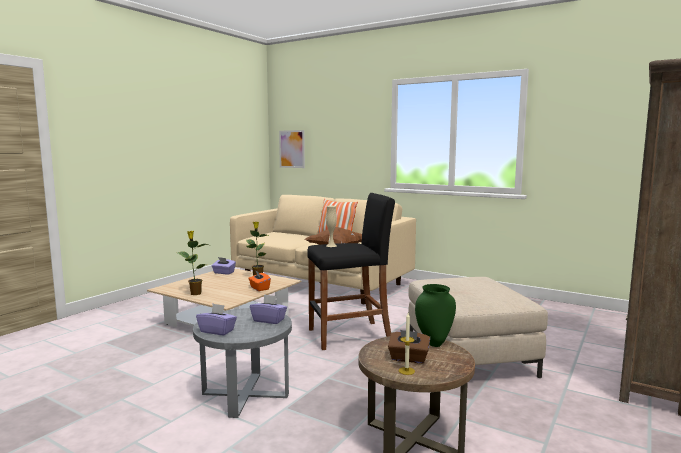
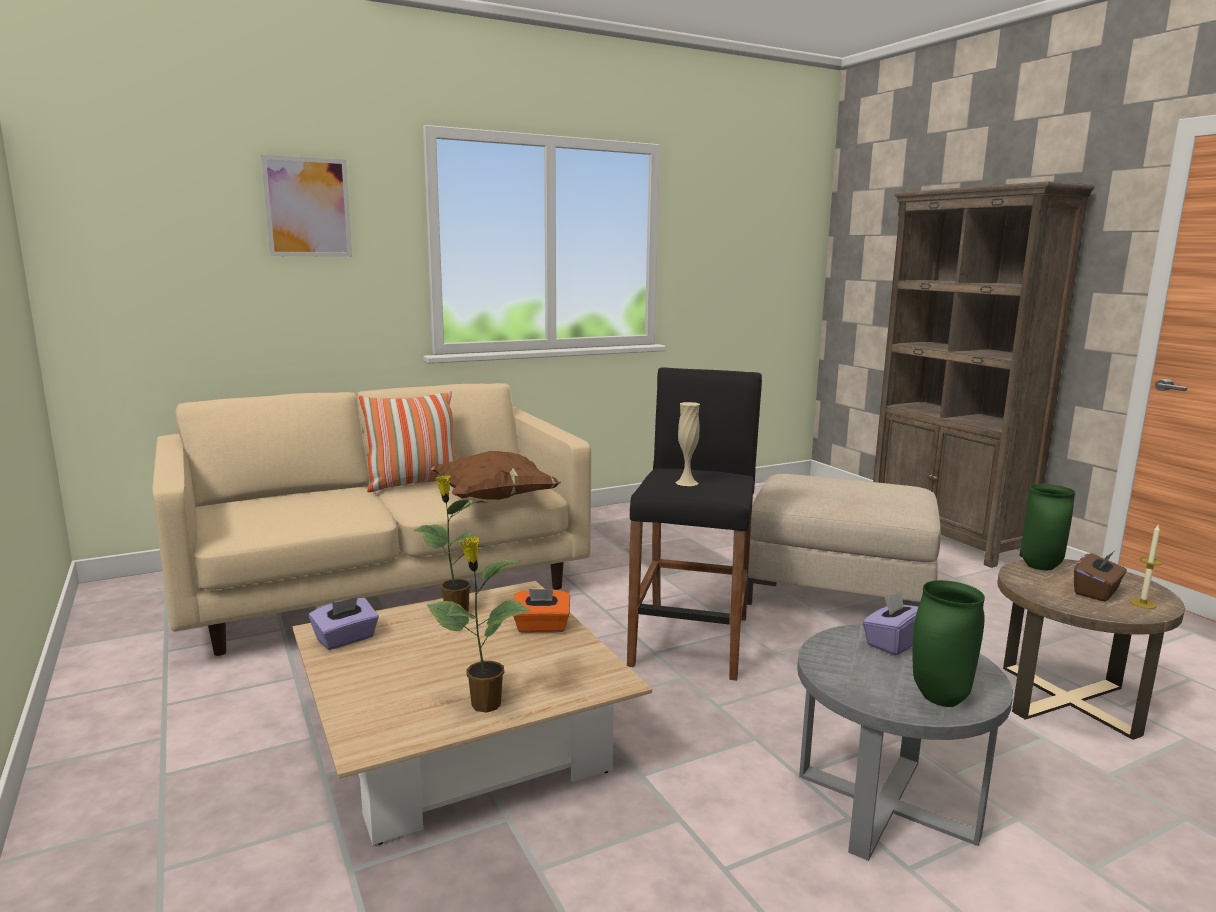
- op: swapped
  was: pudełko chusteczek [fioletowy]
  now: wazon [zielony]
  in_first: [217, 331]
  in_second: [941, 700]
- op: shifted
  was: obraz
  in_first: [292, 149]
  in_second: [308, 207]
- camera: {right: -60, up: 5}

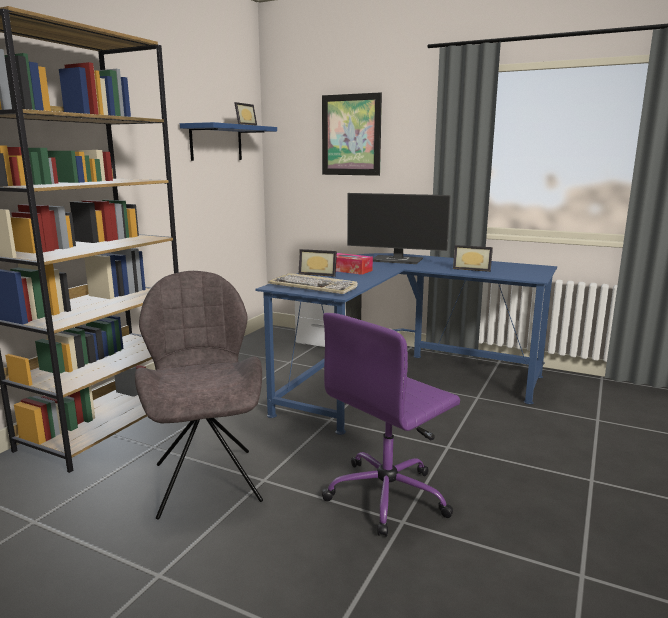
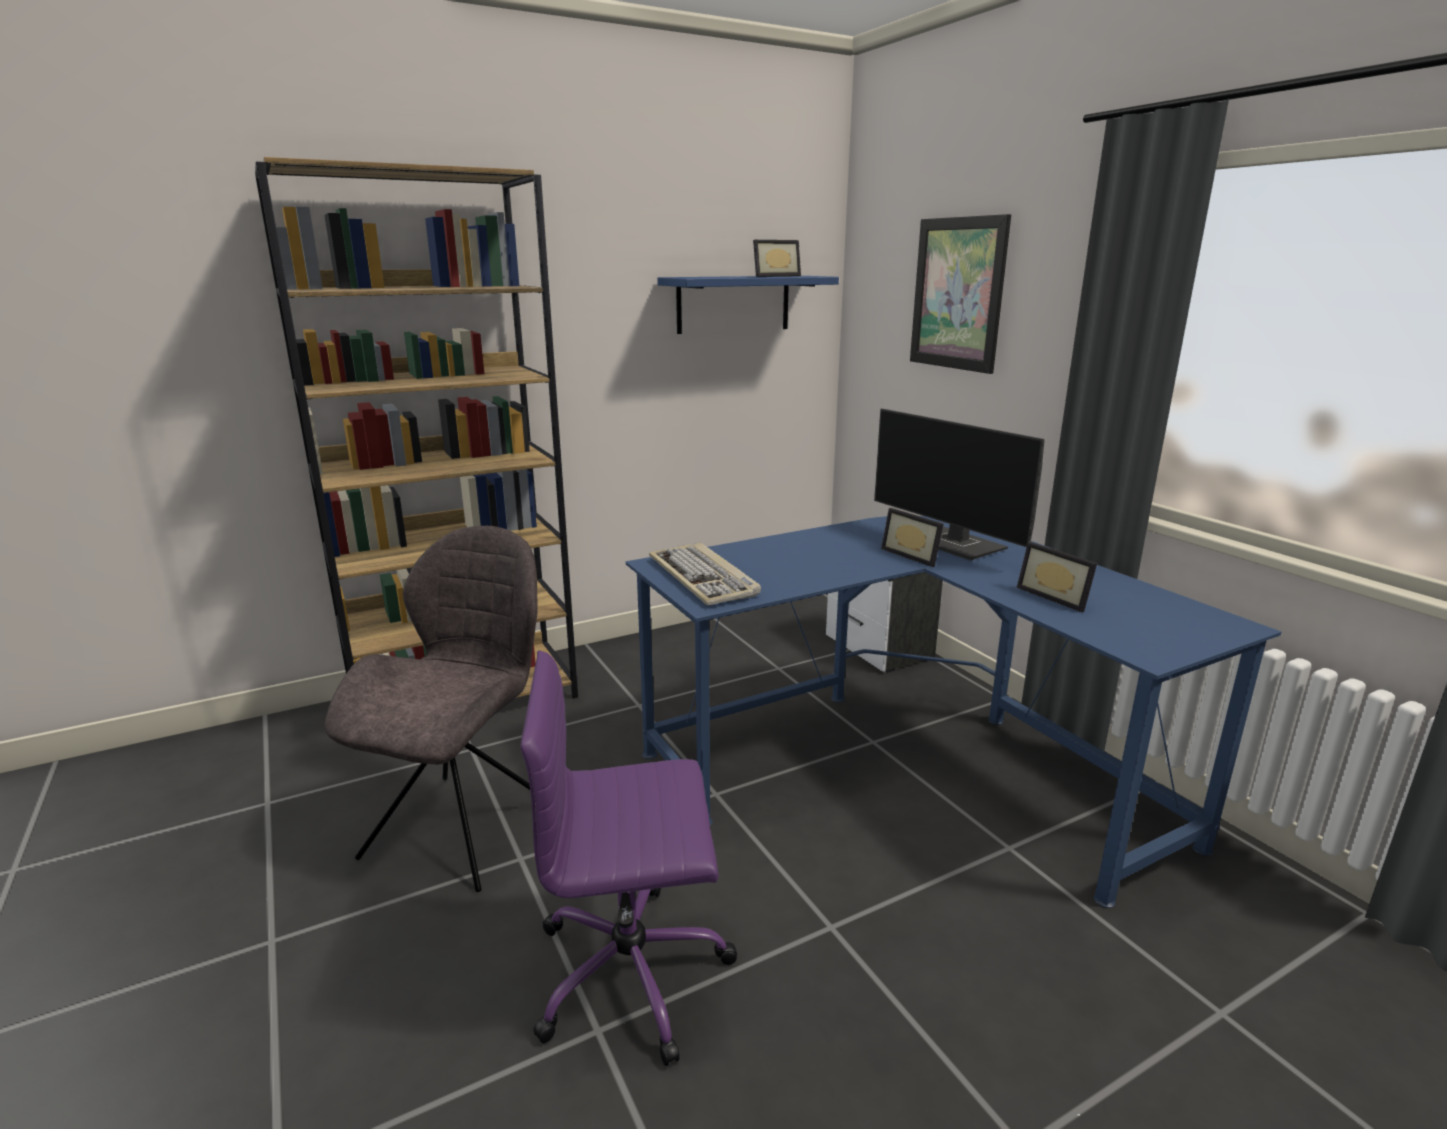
- op: shifted
  was: ramka na zdjęcie
  in_first: [318, 274]
  in_second: [914, 555]
- op: gone
  was: pudełko chusteczek
  in_first: [348, 270]
- camera: {right: 35, up: 5}

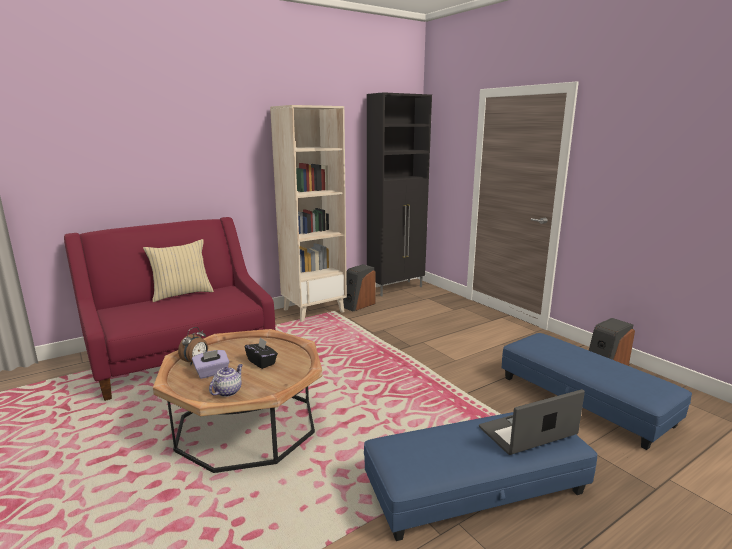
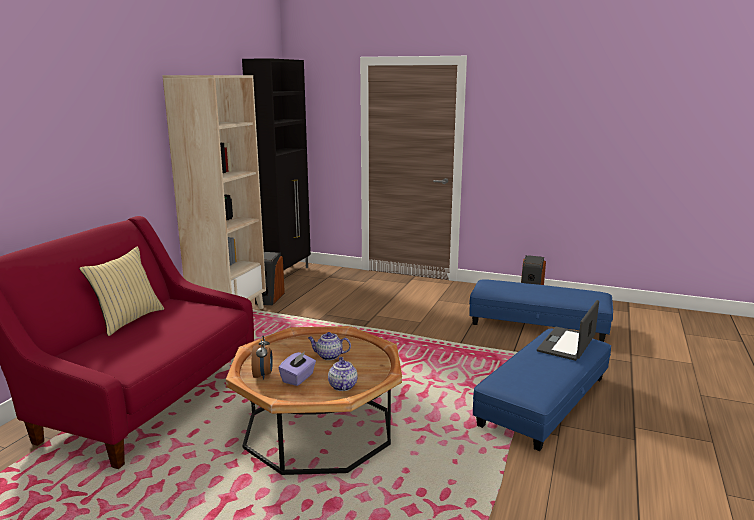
- op: swapped
  was: pudełko chusteczek [czarny]
  now: imbryk
  in_first: [262, 362]
  in_second: [328, 356]
- camera: {right: -35, up: 0}

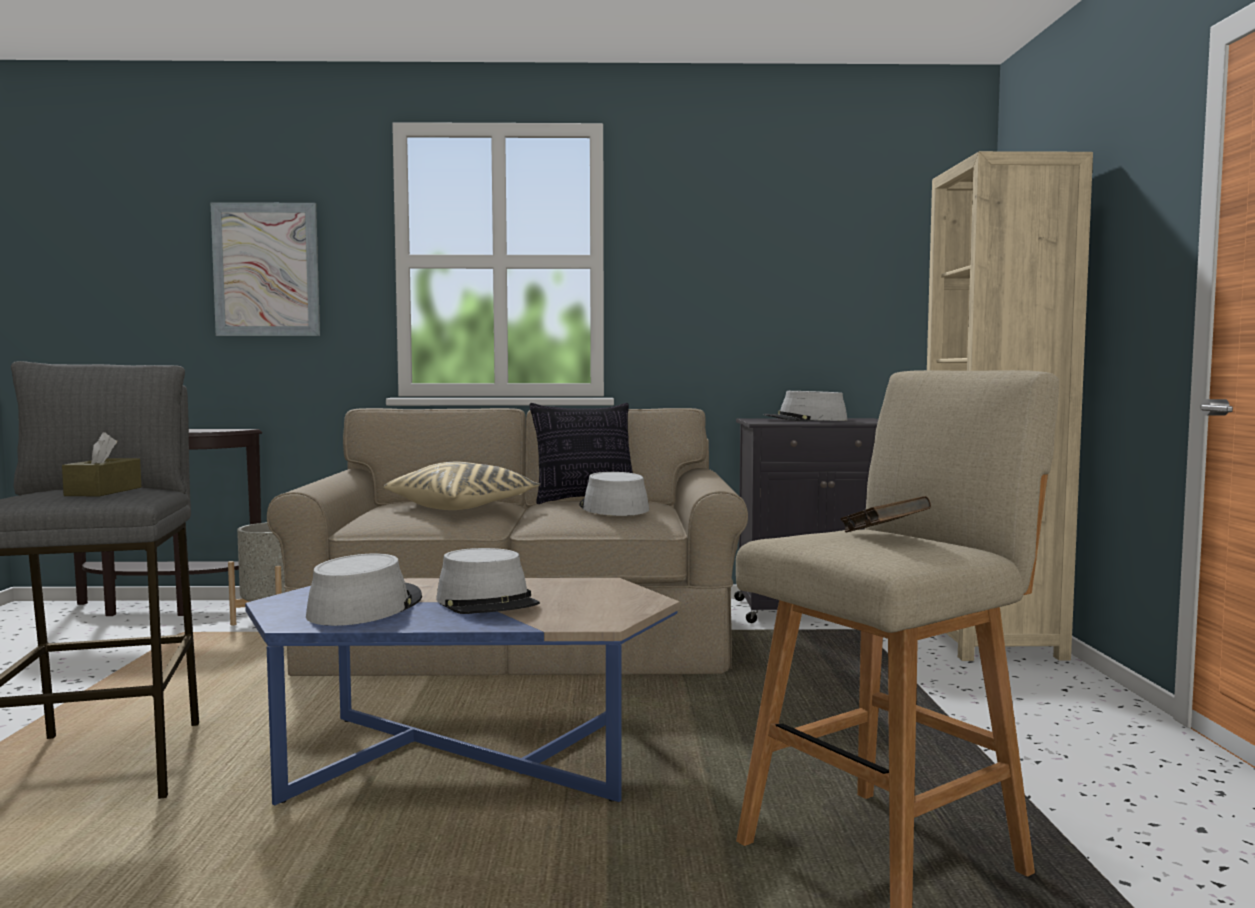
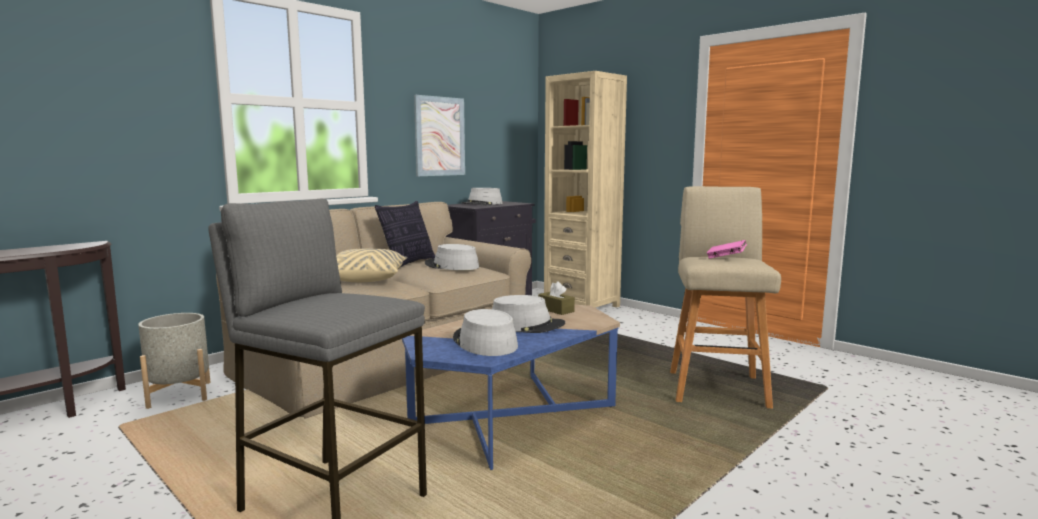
- op: shifted
  was: pudełko chusteczek [brązowy]
  in_first: [103, 491]
  in_second: [556, 310]
- op: shifted
  was: obraz
  in_first: [266, 270]
  in_second: [440, 136]
- op: repainted
  was: książka [brązowy]
  now: książka [różowy]
  in_first: [883, 537]
  in_second: [726, 258]
- camera: {right: -45, up: 5}

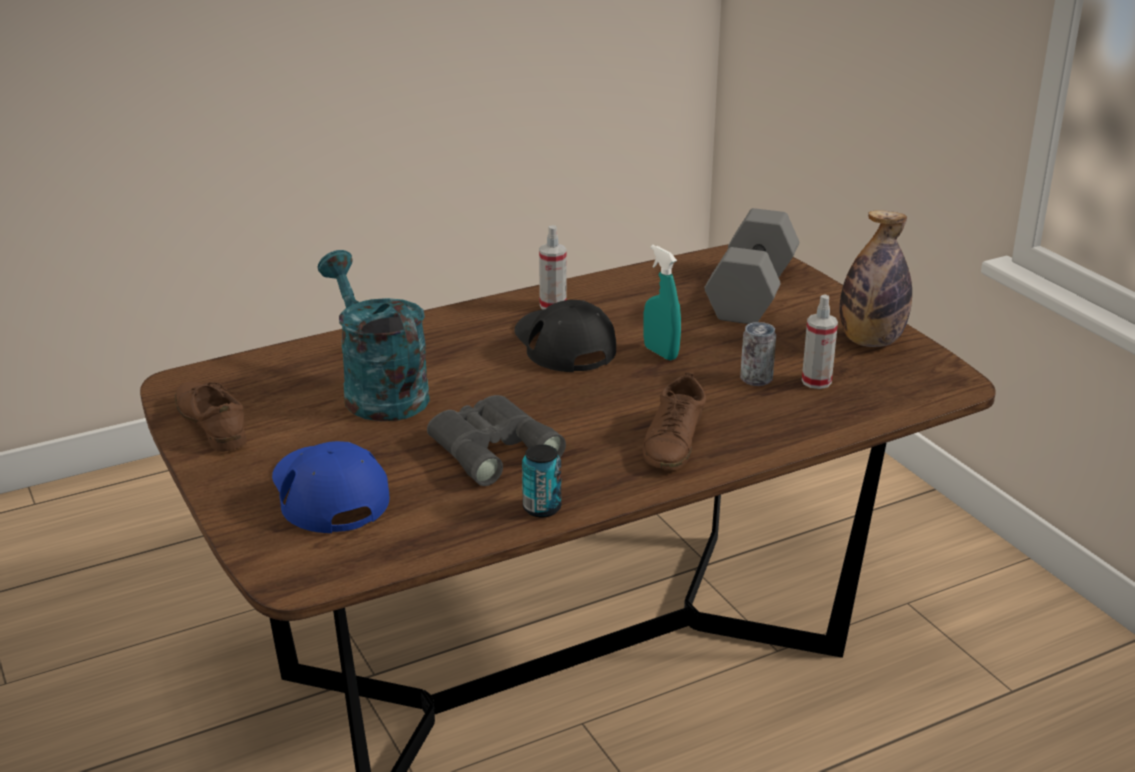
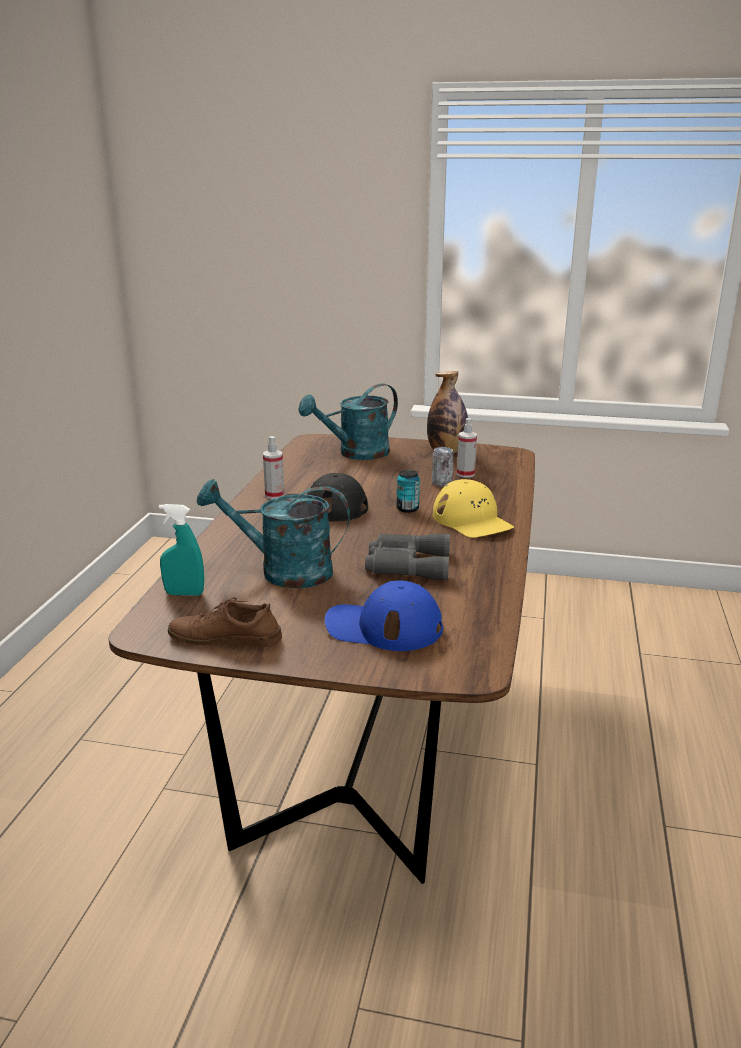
- op: shifted
  was: puszka
  in_first: [542, 508]
  in_second: [407, 509]
- op: swapped
  was: but [brązowy]
  now: czapka z daszkiem [żółty]
  in_first: [673, 440]
  in_second: [472, 520]
- op: shifted
  was: spryskiwacz [turkusowy]
  in_first: [660, 353]
  in_second: [184, 593]
- op: swapped
  was: hantel [szary]
  now: konewka [turkusowy]
  in_first: [753, 294]
  in_second: [356, 454]
- camera: {right: -50, up: -5}

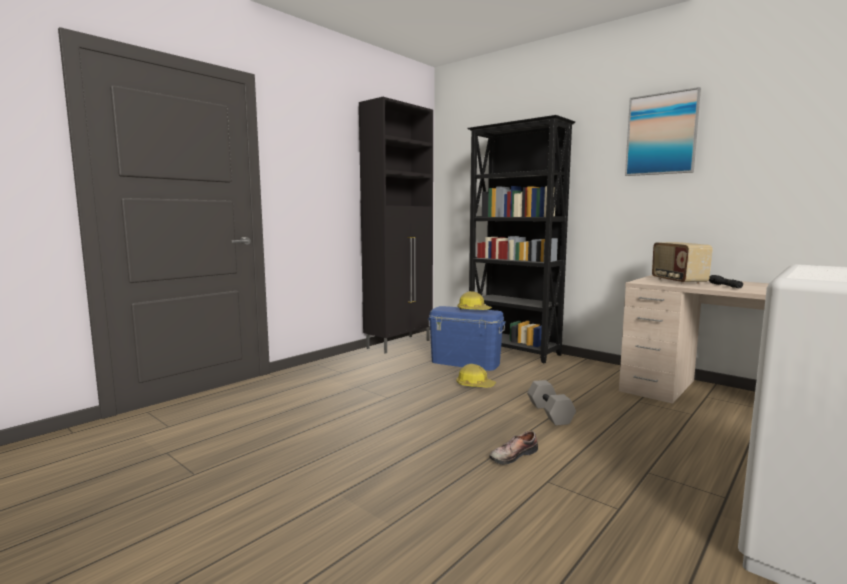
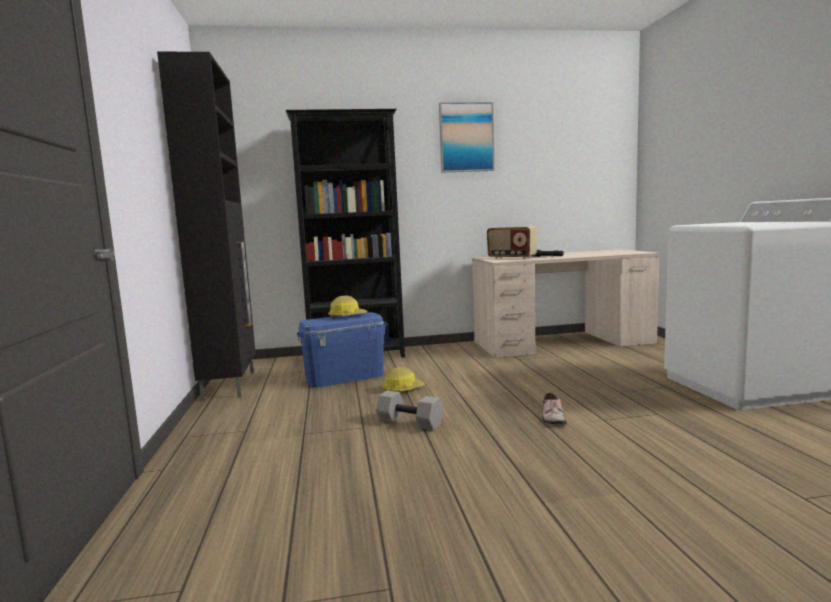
- op: shifted
  was: hantel [szary]
  in_first: [548, 413]
  in_second: [409, 423]
- camera: {right: -50, up: 0}

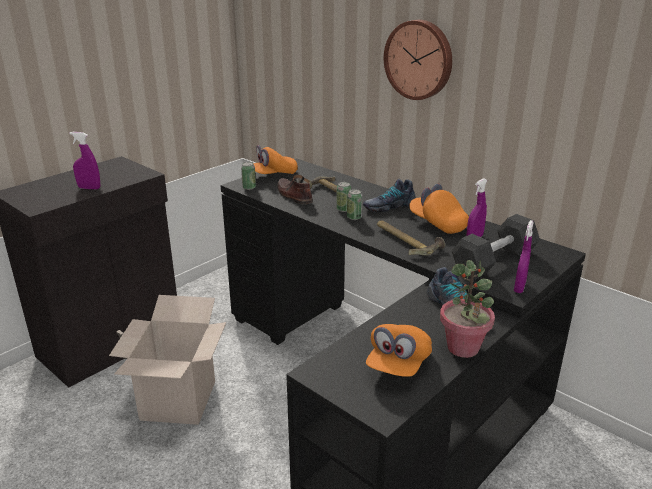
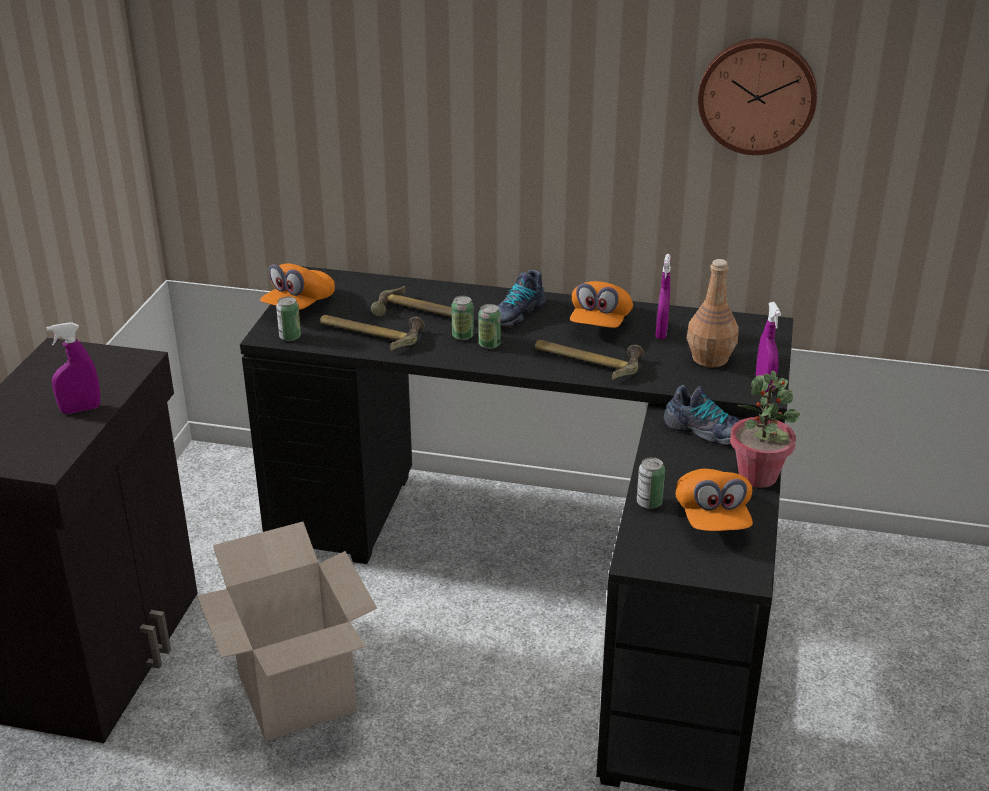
- op: swapped
  was: but [brązowy]
  now: młotek
  in_first: [293, 196]
  in_second: [371, 333]
- op: shifted
  was: zegar ścienny
  in_first: [419, 59]
  in_second: [757, 95]
- op: rotated
  was: czapka z daszkiem [pomarańczowy]
  in_first: [437, 223]
  in_second: [600, 323]
  clockwise: -90
- op: swapped
  was: hantel [szary]
  now: butelka [brązowy]
  in_first: [494, 261]
  in_second: [709, 358]
- op: new
  now: puszka
  in_second: [649, 503]
- camera: {right: -30, up: 5}

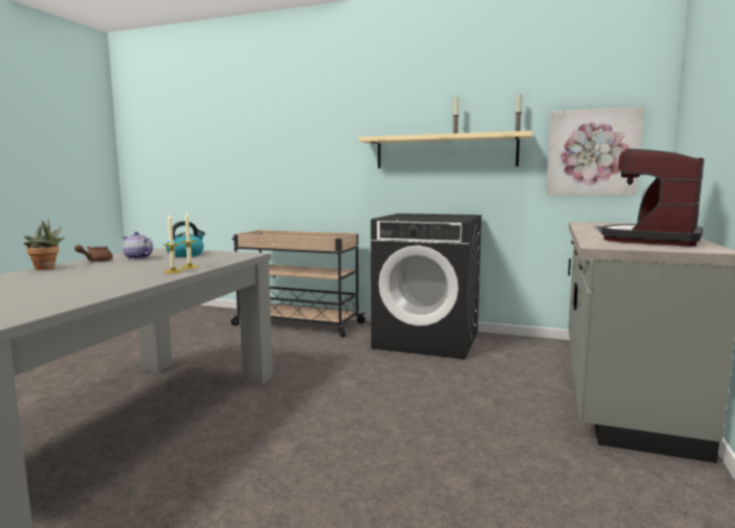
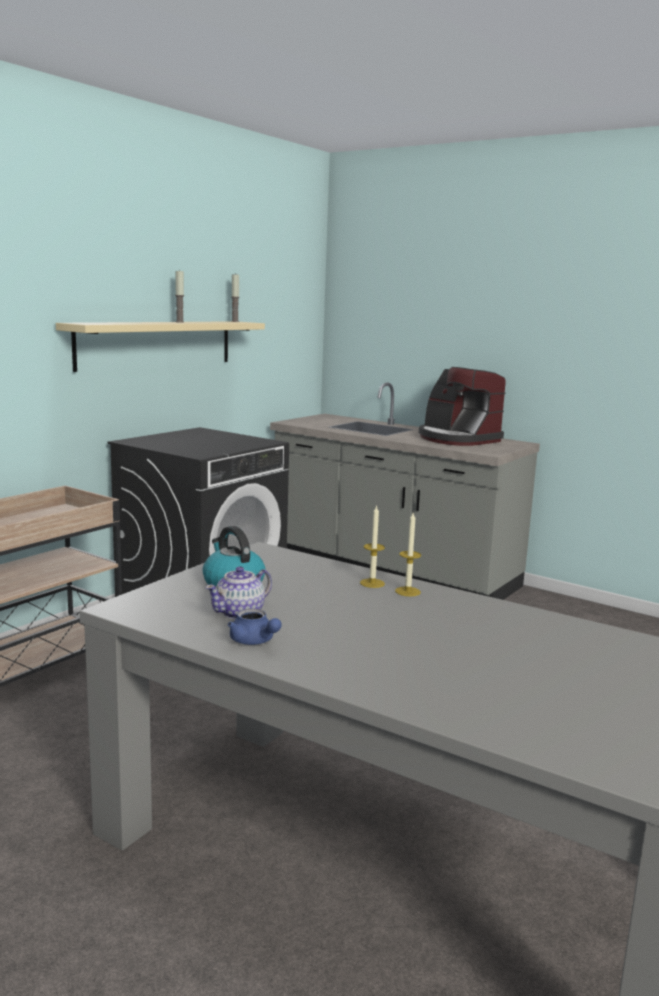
- op: gone
  was: roślina doniczkowa
  in_first: [46, 268]
- op: repainted
  was: imbryk [brązowy]
  now: imbryk [niebieski]
  in_first: [95, 261]
  in_second: [254, 641]
- op: gone
  was: obraz
  in_first: [592, 152]
- camera: {right: -75, up: 5}

